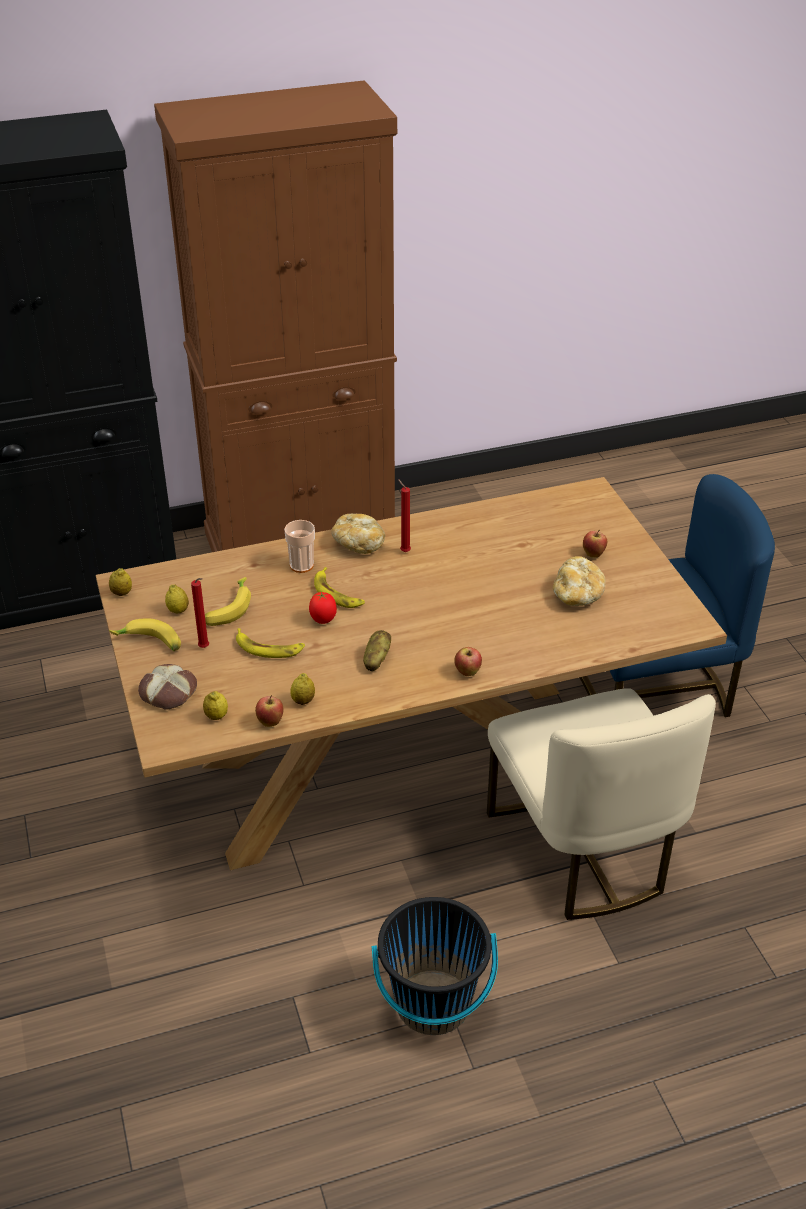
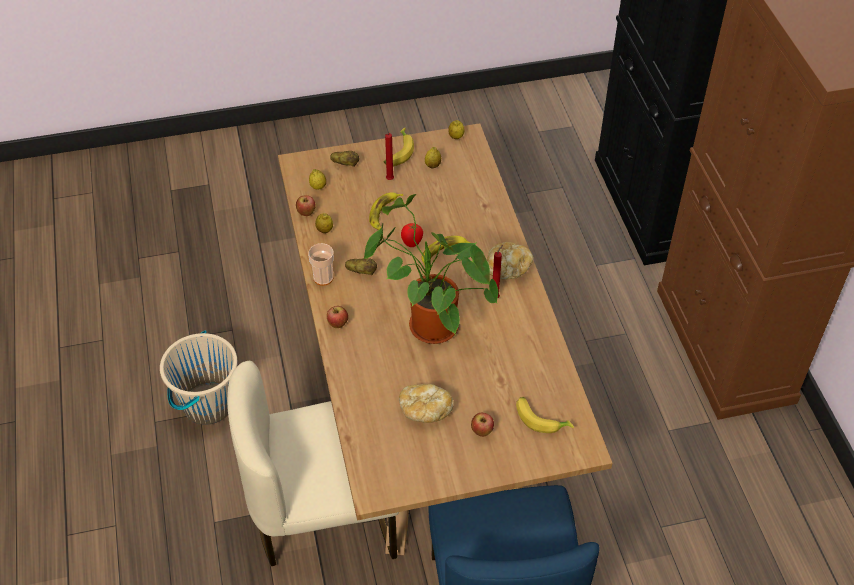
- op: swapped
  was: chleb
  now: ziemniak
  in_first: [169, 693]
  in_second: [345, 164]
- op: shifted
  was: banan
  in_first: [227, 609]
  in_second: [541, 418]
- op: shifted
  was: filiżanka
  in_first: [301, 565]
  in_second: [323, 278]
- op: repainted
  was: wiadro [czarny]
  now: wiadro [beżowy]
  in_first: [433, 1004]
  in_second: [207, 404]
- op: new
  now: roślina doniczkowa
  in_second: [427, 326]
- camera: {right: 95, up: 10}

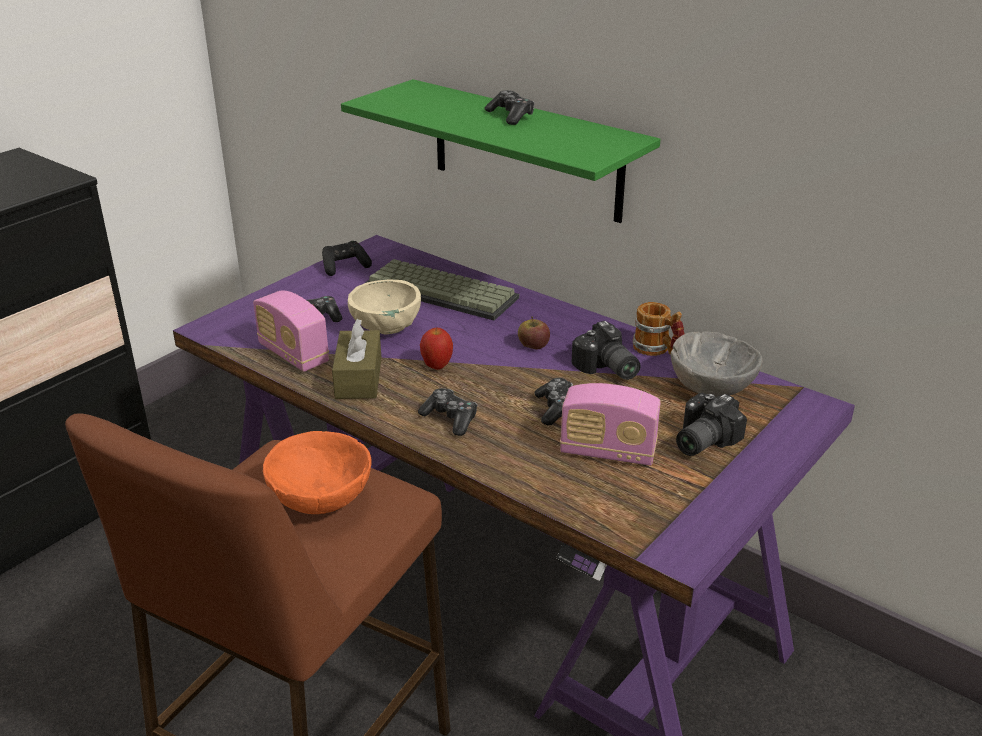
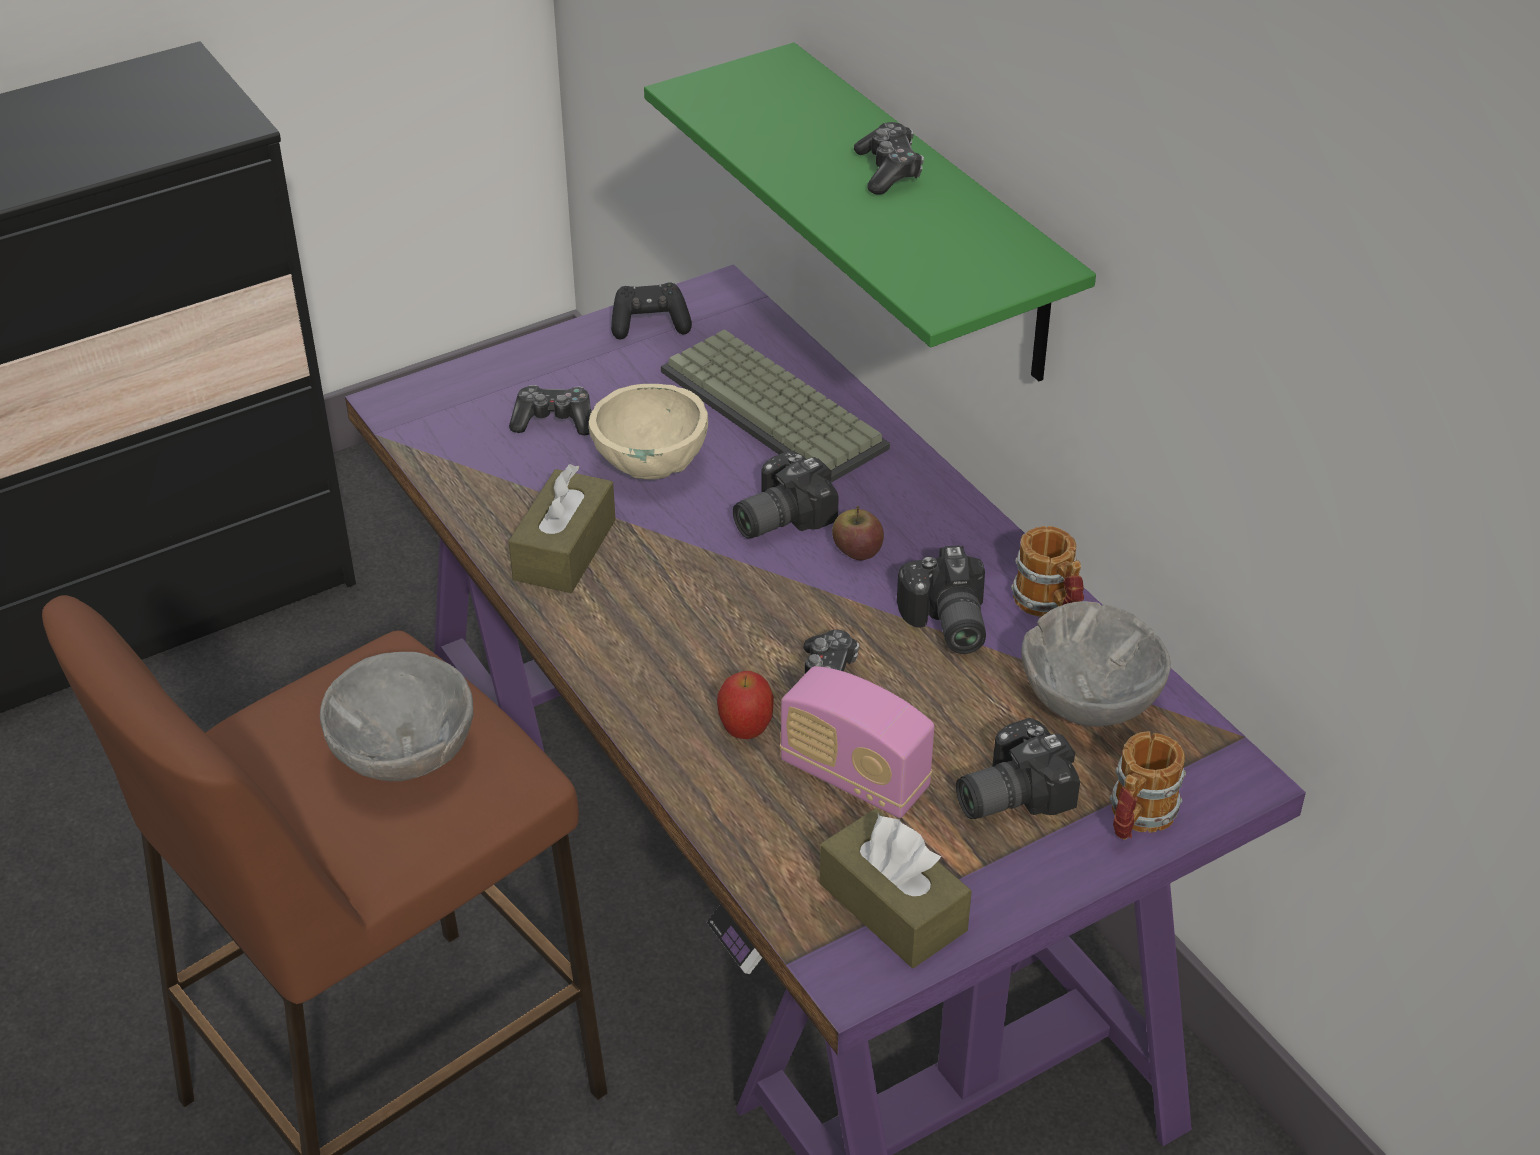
- op: gone
  was: radio
  in_first: [293, 354]
- op: repainted
  was: miska [pomarańczowy]
  now: miska [szary]
  in_first: [323, 501]
  in_second: [406, 756]
- op: gone
  was: pad do gier
  in_first: [450, 419]
- op: shifted
  was: jabłko
  in_first: [437, 366]
  in_second: [745, 731]
- op: new
  now: aparat fotograficzny
  in_second: [777, 517]
- op: new
  now: pudełko chusteczek [brązowy]
  in_second: [892, 907]
- op: new
  now: kubek
  in_second: [1137, 818]
- camera: {right: 20, up: 10}

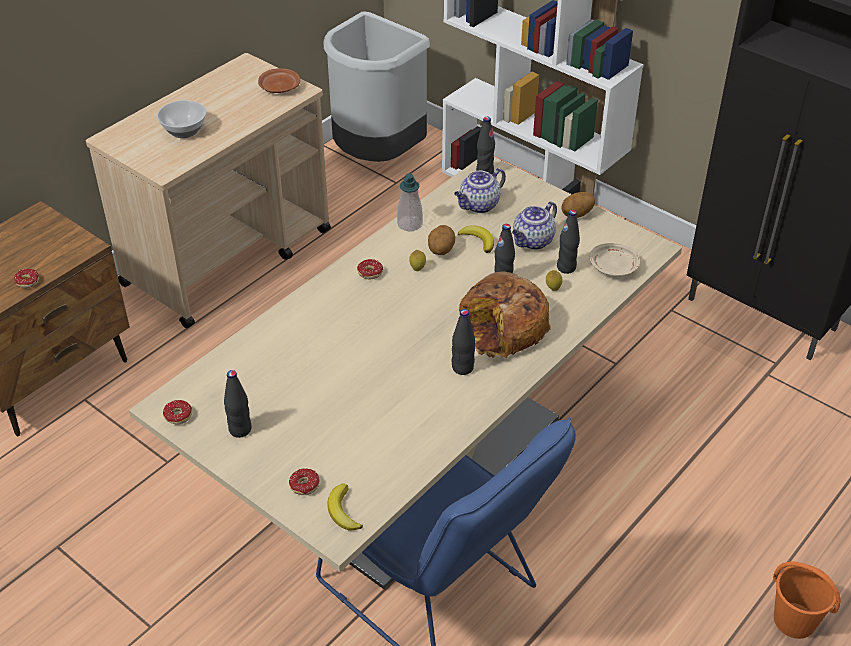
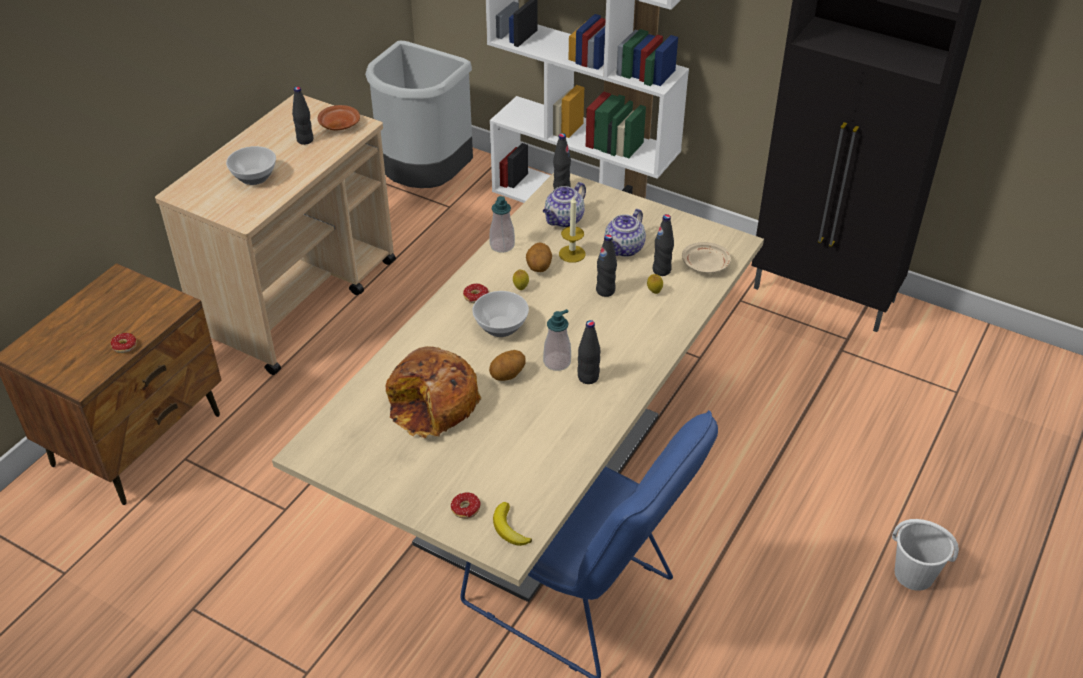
- op: gone
  was: donut
  in_first: [174, 419]
- op: shifted
  was: butelka [czarny]
  in_first: [240, 430]
  in_second: [305, 140]
- op: swapped
  was: banan
  now: świeca
  in_first: [478, 240]
  in_second: [572, 254]
- op: shifted
  was: chleb
  in_first: [503, 328]
  in_second: [433, 404]
- op: shifted
  was: ziemniak
  in_first: [577, 215]
  in_second: [508, 375]
- op: repainted
  was: wiadro [pomarańczowy]
  now: wiadro [biały]
  in_first: [793, 620]
  in_second: [913, 574]
- op: new
  now: miska
  in_second: [501, 326]
- op: new
  now: dozownik mydła
  in_second: [557, 362]
- camera: {right: -10, up: 0}

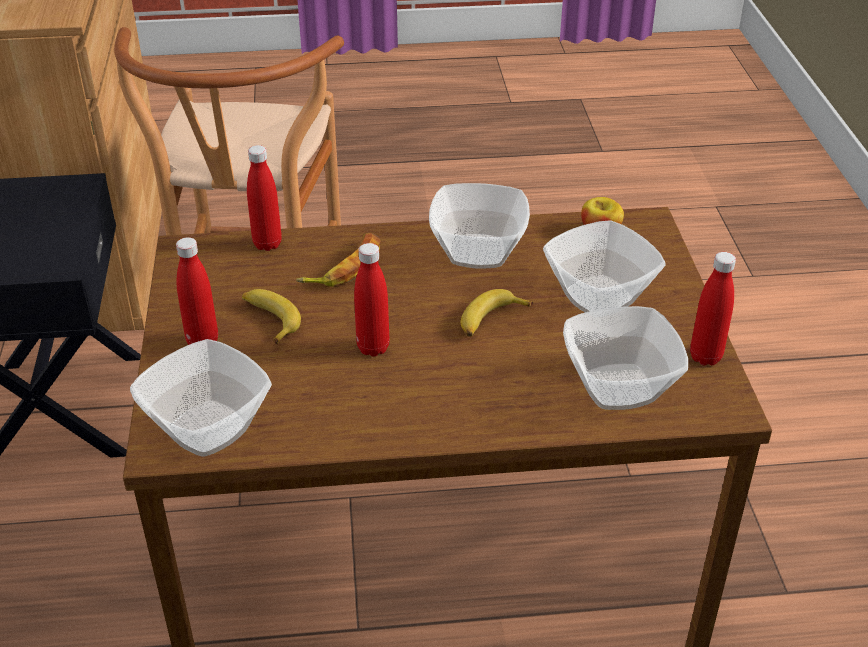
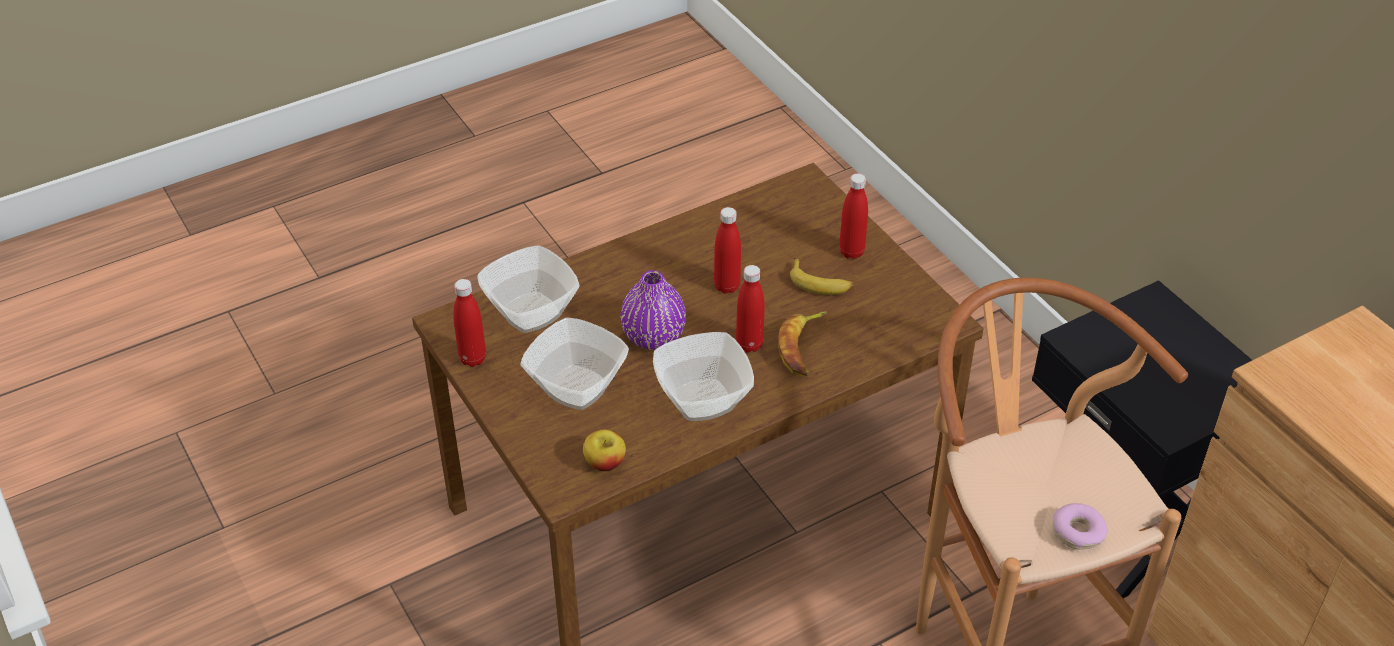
- op: gone
  was: miska
  in_first: [208, 430]
- op: shifted
  was: butelka [czerwony]
  in_first: [267, 244]
  in_second: [749, 345]
- op: swapped
  was: banan
  now: wazon [fioletowy]
  in_first: [490, 320]
  in_second: [653, 337]
- op: new
  now: donut
  in_second: [1077, 532]
- camera: {right: 155, up: 5}

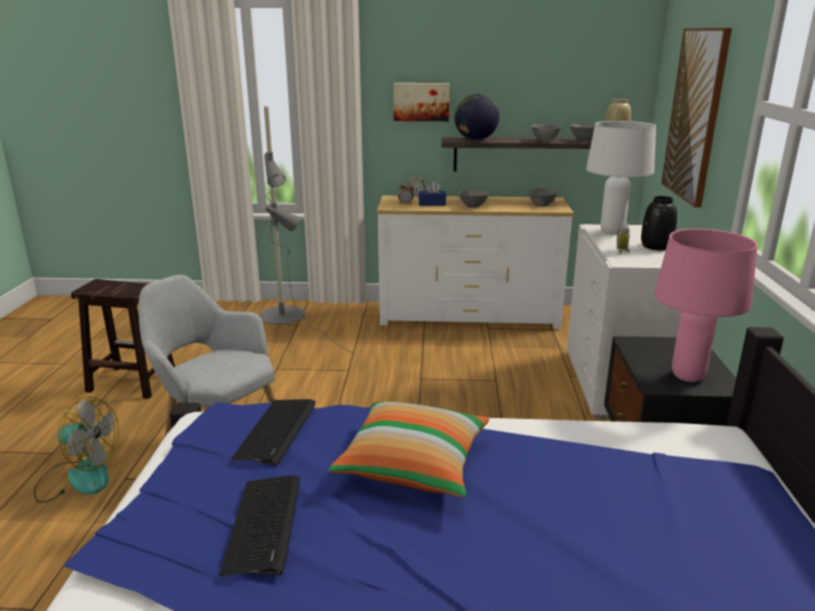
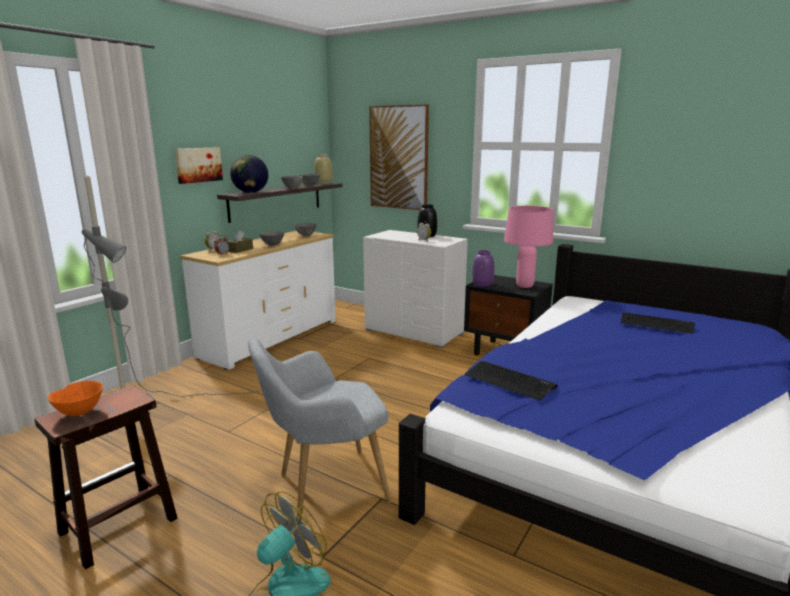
- op: shifted
  was: klawiatura
  in_first: [264, 524]
  in_second: [656, 324]
- op: gone
  was: poduszka
  in_first: [413, 464]
- op: repainted
  was: pudełko chusteczek [niebieski]
  now: pudełko chusteczek [brązowy]
  in_first: [432, 204]
  in_second: [240, 250]
- op: gone
  was: lampa stołowa [biały]
  in_first: [612, 232]
- op: new
  now: miska [pomarańczowy]
  in_second: [80, 412]
- op: new
  now: wazon [fioletowy]
  in_second: [482, 284]
- camera: {right: -60, up: -5}

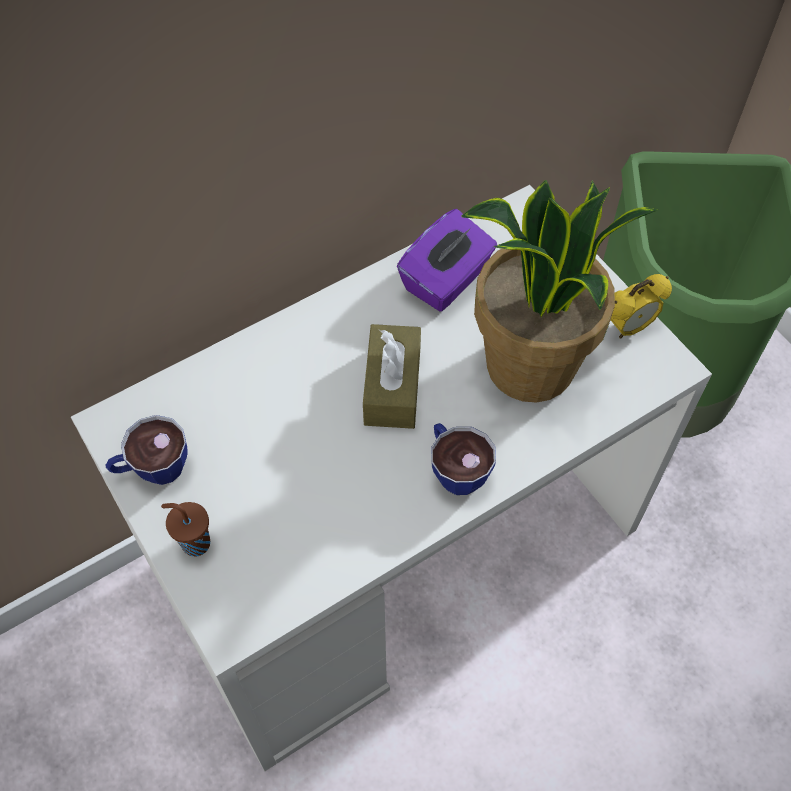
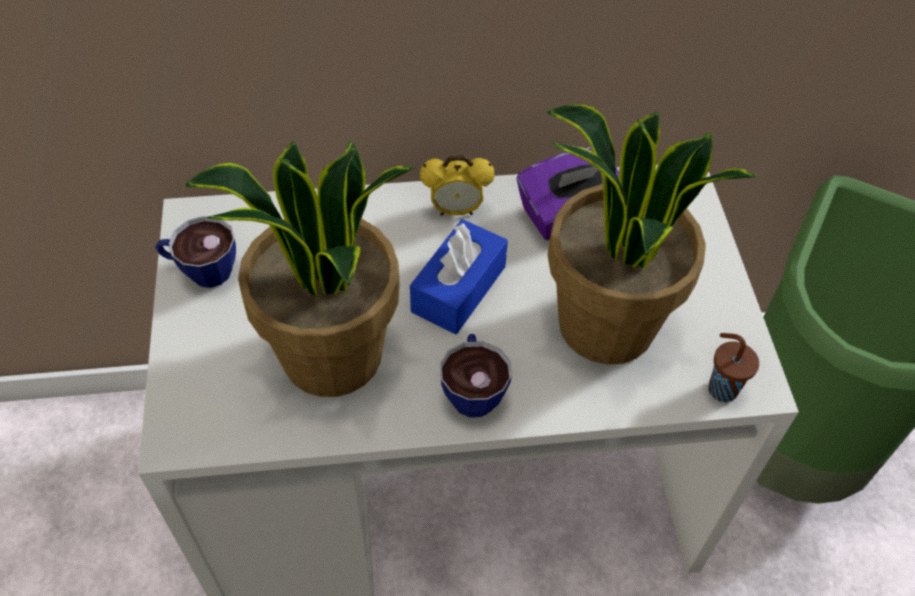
- op: shifted
  was: filiżanka [brązowy]
  in_first: [194, 543]
  in_second: [721, 388]
- op: repainted
  was: pudełko chusteczek [brązowy]
  now: pudełko chusteczek [niebieski]
  in_first: [392, 387]
  in_second: [458, 289]
- op: shifted
  was: budzik
  in_first: [628, 328]
  in_second: [456, 210]
- op: new
  now: roślina doniczkowa
  in_second: [332, 357]
- camera: {right: 25, up: -5}

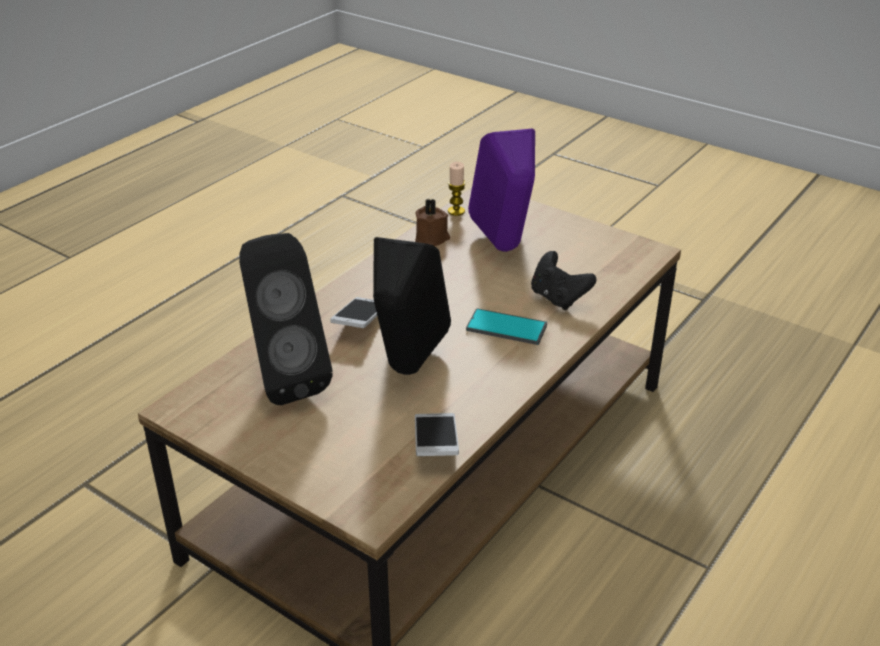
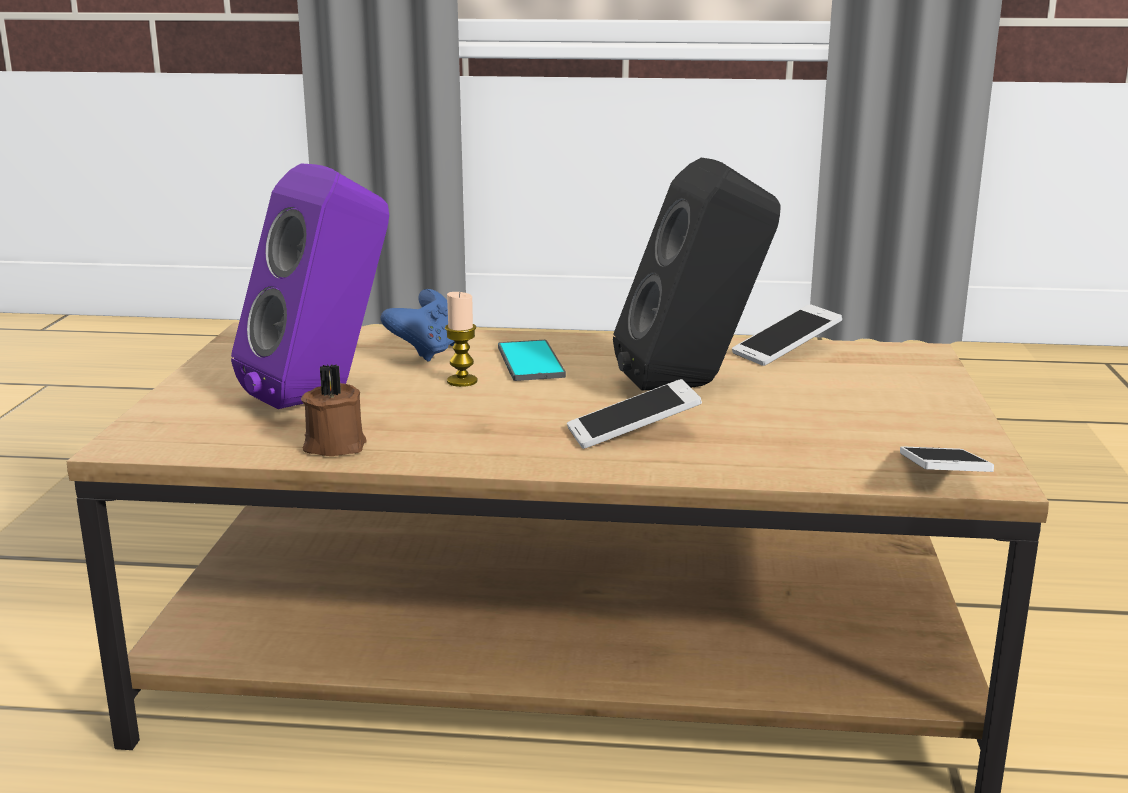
- op: gone
  was: głośnik [czarny]
  in_first: [284, 379]
- op: shifted
  was: świeca
  in_first: [456, 211]
  in_second: [462, 381]
- op: repainted
  was: pad do gier [czarny]
  now: pad do gier [niebieski]
  in_first: [558, 298]
  in_second: [429, 352]
- op: new
  now: telefon
  in_second: [941, 479]
- camera: {right: -120, up: -15}

